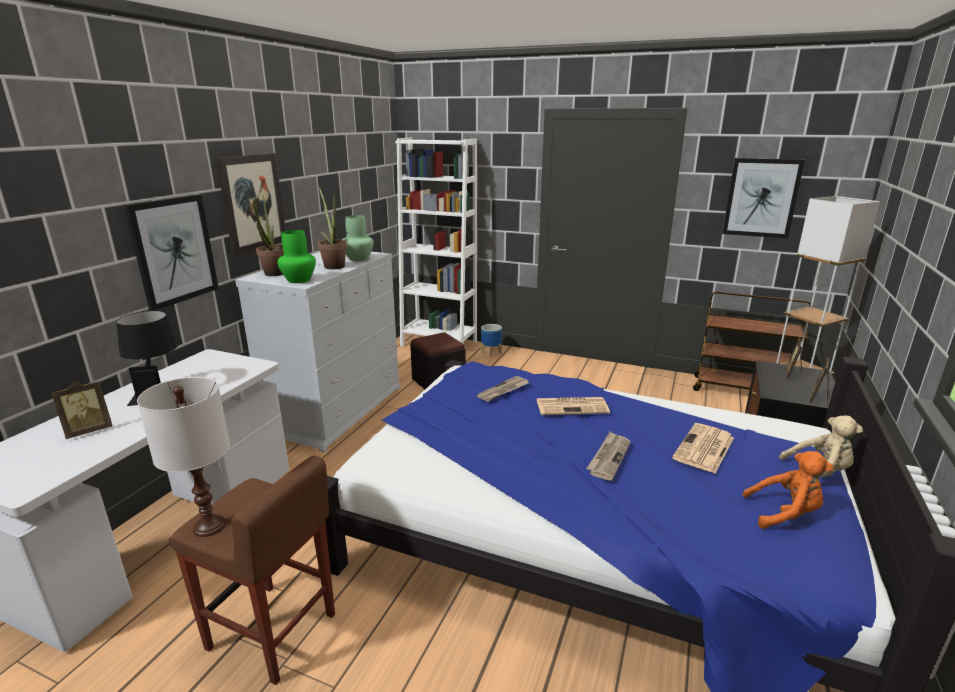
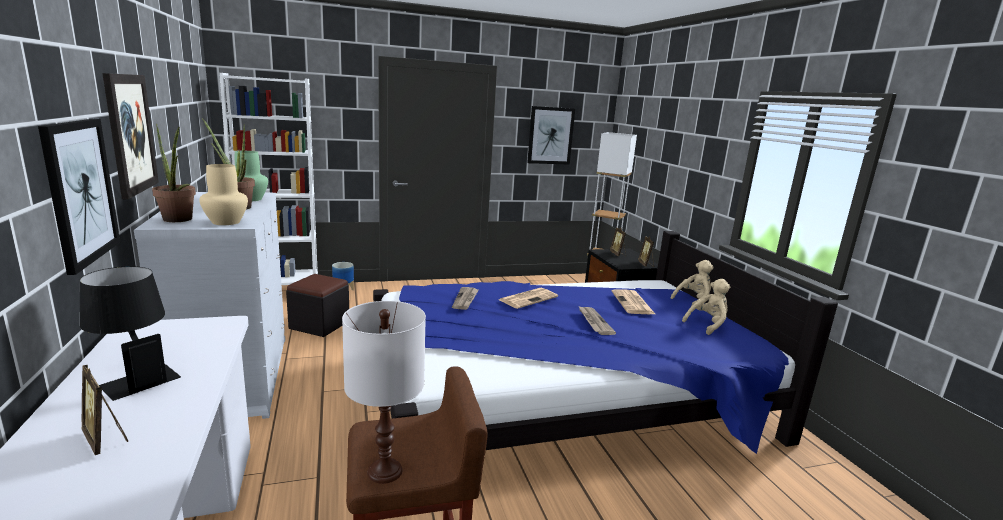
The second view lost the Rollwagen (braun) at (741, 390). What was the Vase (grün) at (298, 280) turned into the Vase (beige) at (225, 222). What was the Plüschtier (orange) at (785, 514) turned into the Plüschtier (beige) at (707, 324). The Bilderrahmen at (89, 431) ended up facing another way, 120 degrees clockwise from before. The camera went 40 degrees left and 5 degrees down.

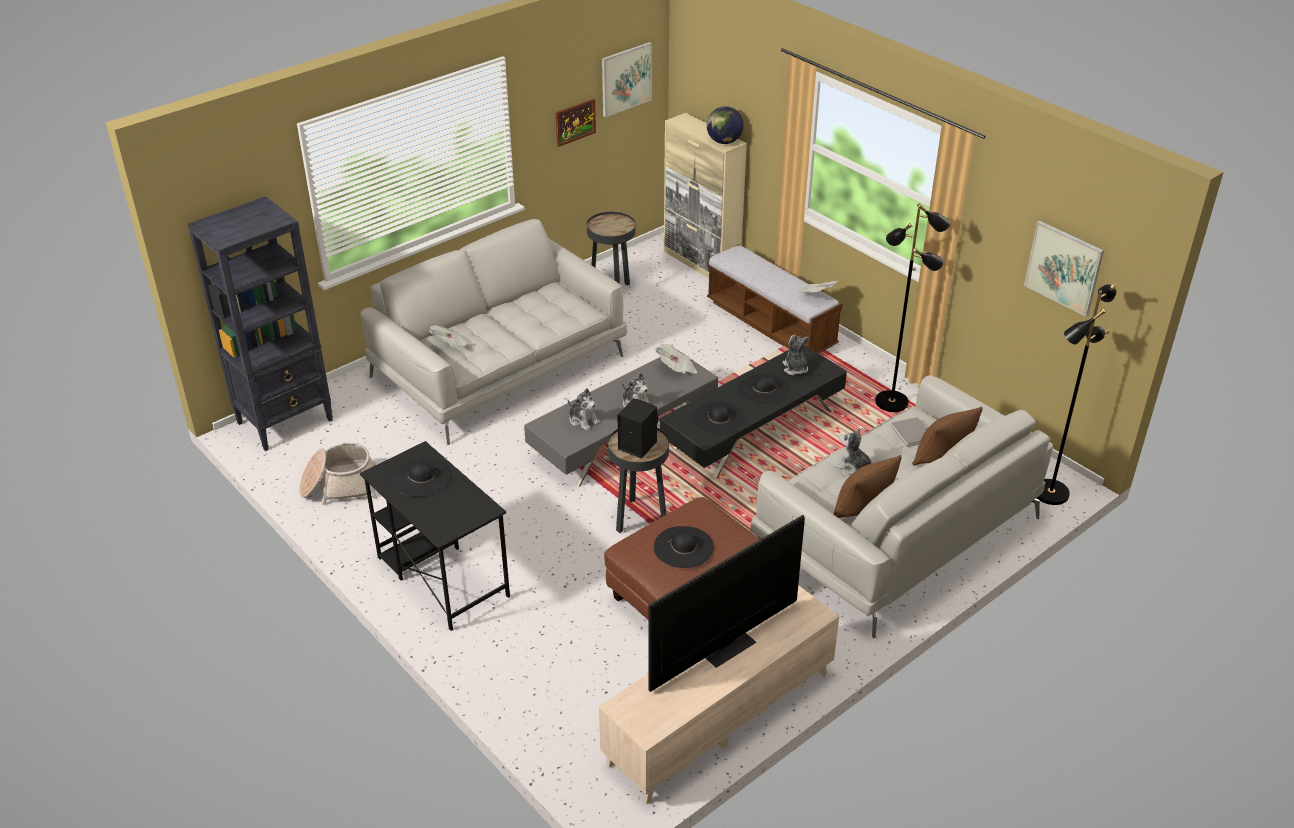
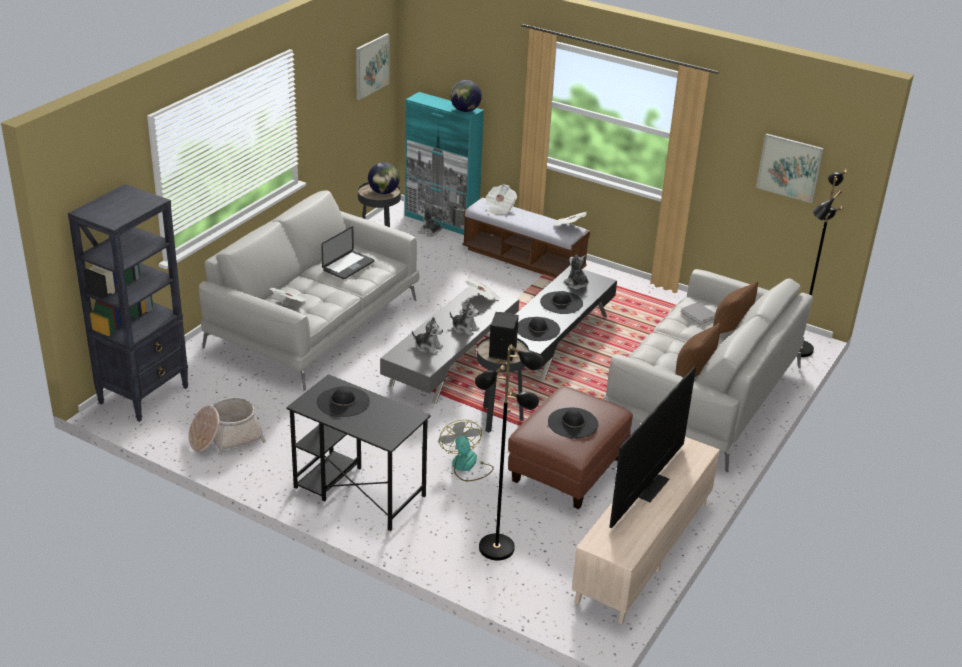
The second view lost the Bild at (575, 122). The second view gained the Laptop at (348, 266). The second view gained the Globus at (383, 192). The second view gained the Ventilator at (466, 466). The second view gained the Zeitung at (499, 208). The Plüschtier ended up elsewhere, having gone from (854, 467) to (429, 232). The Stehlampe (schwarz) ended up elsewhere, having gone from (892, 402) to (497, 547). What was the Schrank (beige) at (701, 263) turned into the Schrank (türkis) at (441, 221). The camera went 20 degrees left and 5 degrees down.

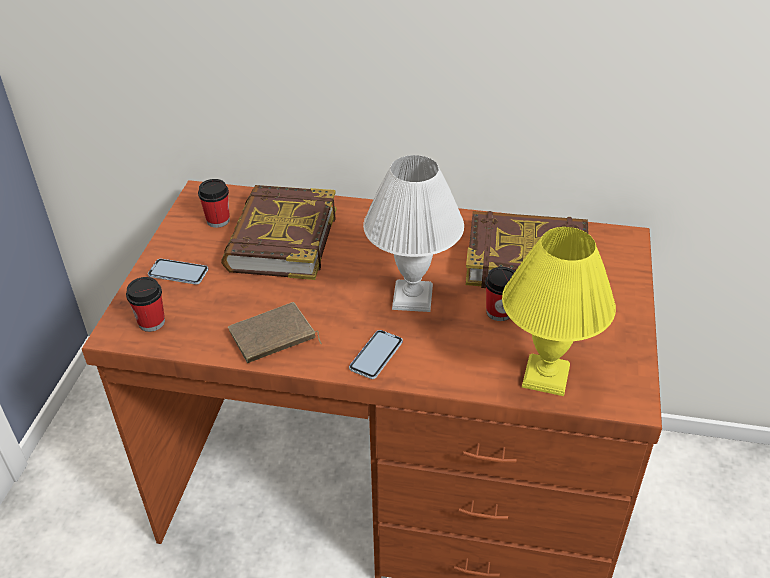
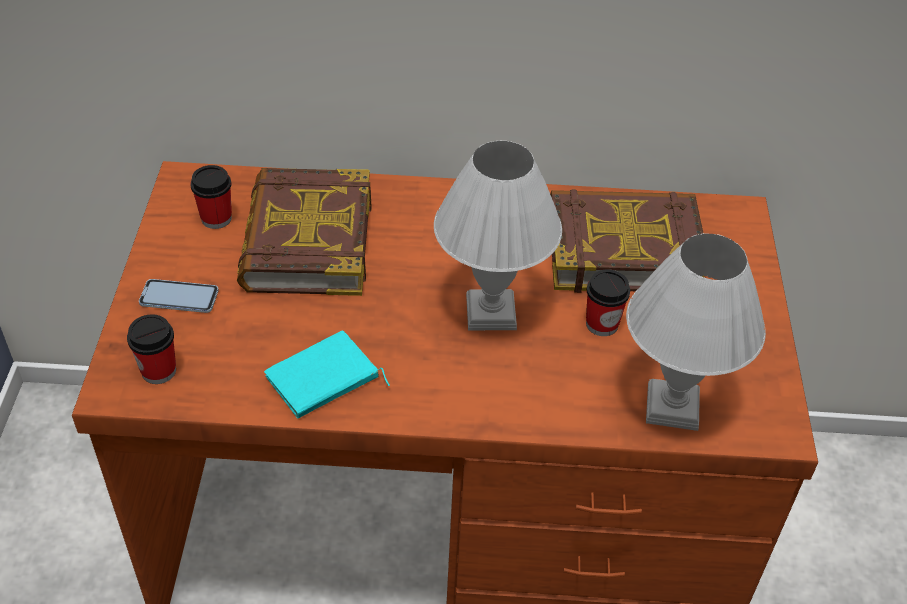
The second view lost the Handy at (376, 355). What was the Buch (braun) at (273, 338) turned into the Buch (türkis) at (323, 381). What was the Tischlampe (gelb) at (547, 376) turned into the Tischlampe (weiß) at (674, 406). The camera went 10 degrees left and 5 degrees up.

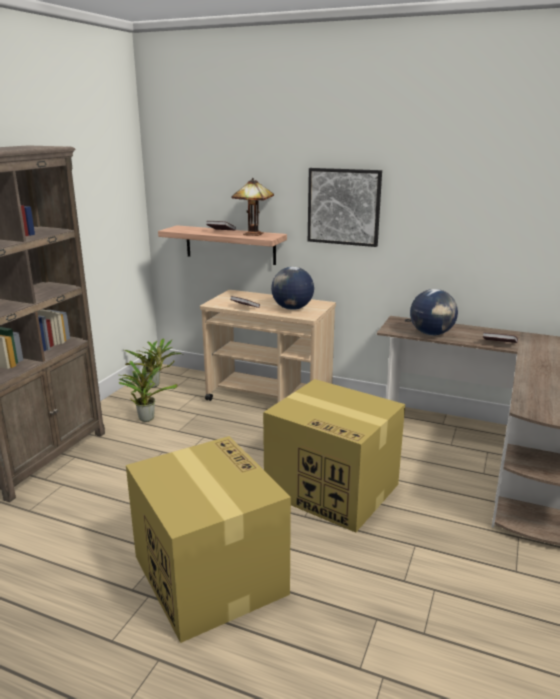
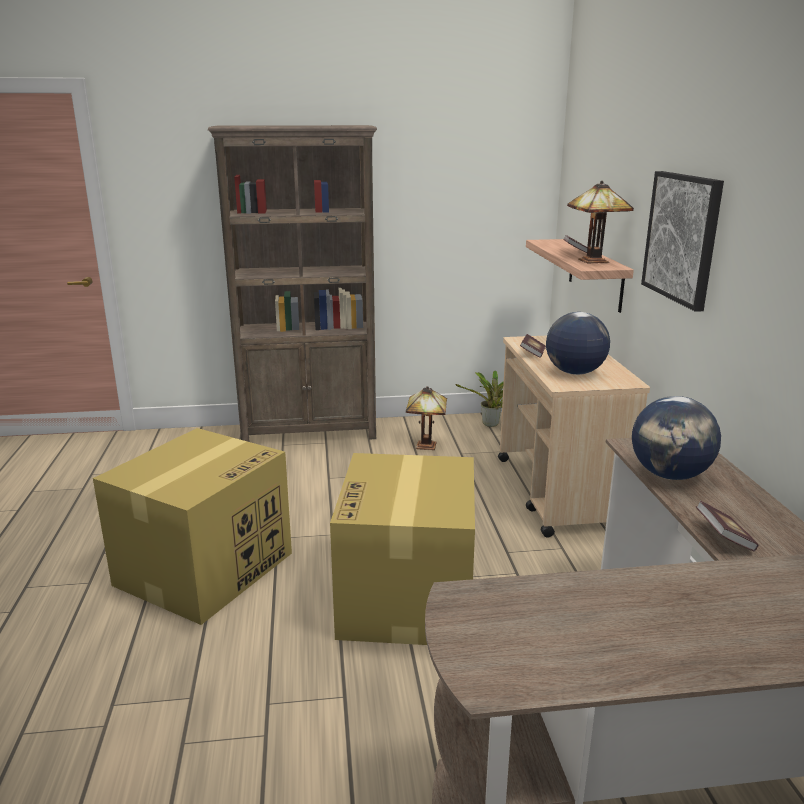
Where the Topfpflanze stood at (146, 418), the Tischlampe came to stand at (425, 445). The camera went 60 degrees right and 0 degrees up.

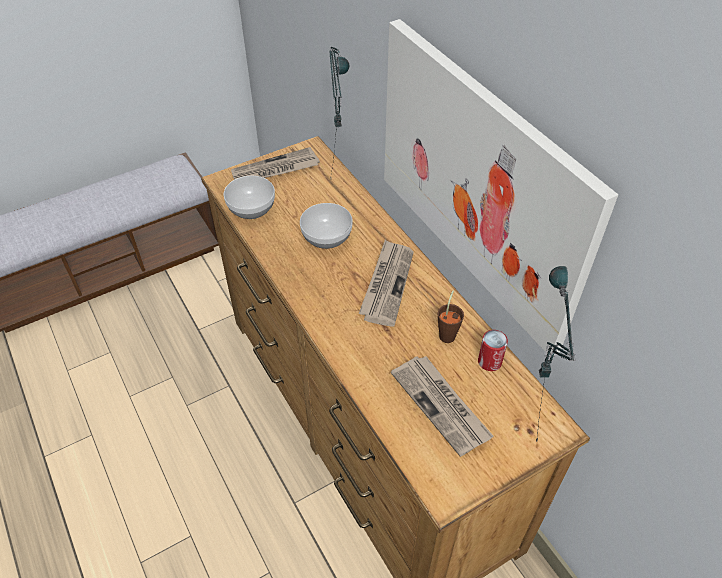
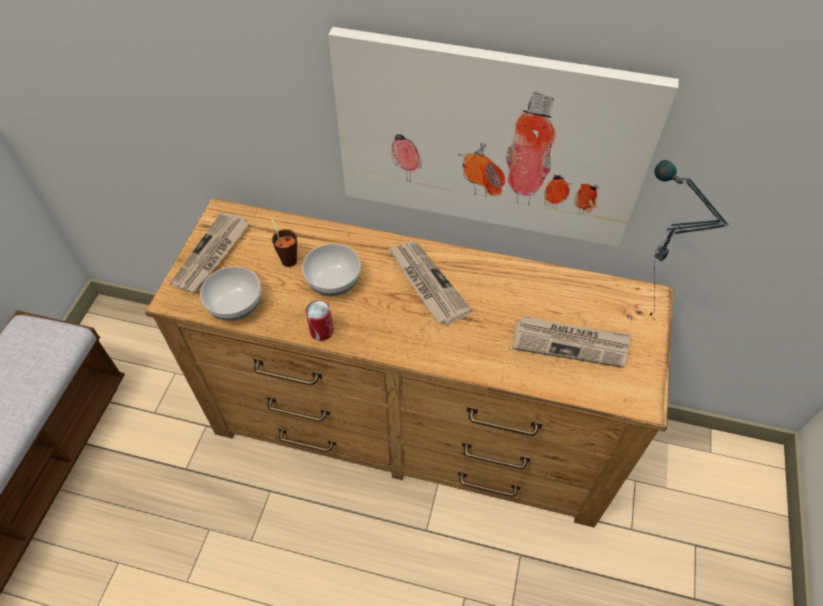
The second view lost the Tischlampe at (339, 184). The Tasse (braun) ended up elsewhere, having gone from (448, 333) to (288, 258). The Dose ended up elsewhere, having gone from (489, 361) to (321, 331). The camera went 45 degrees left and 5 degrees up.

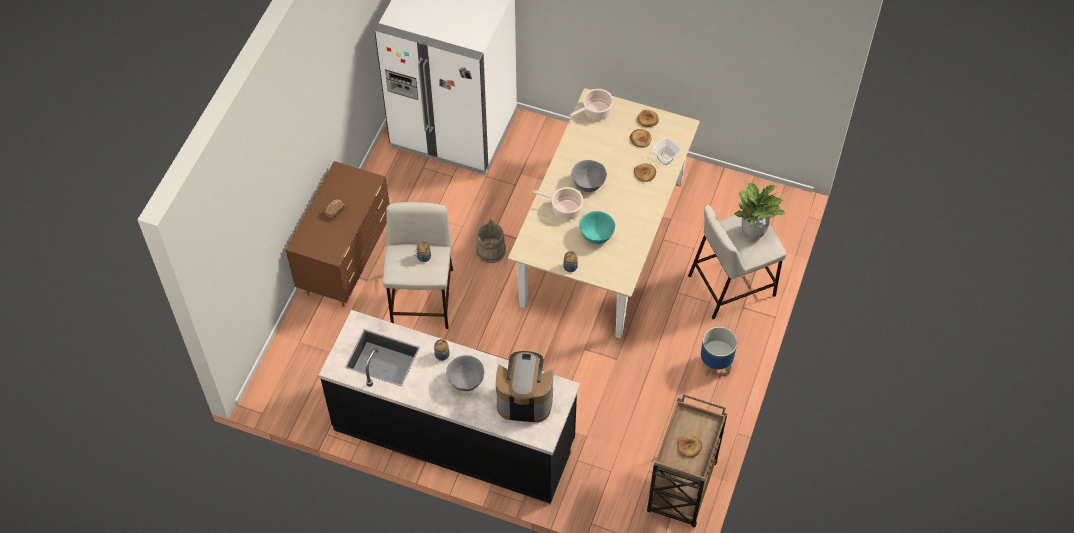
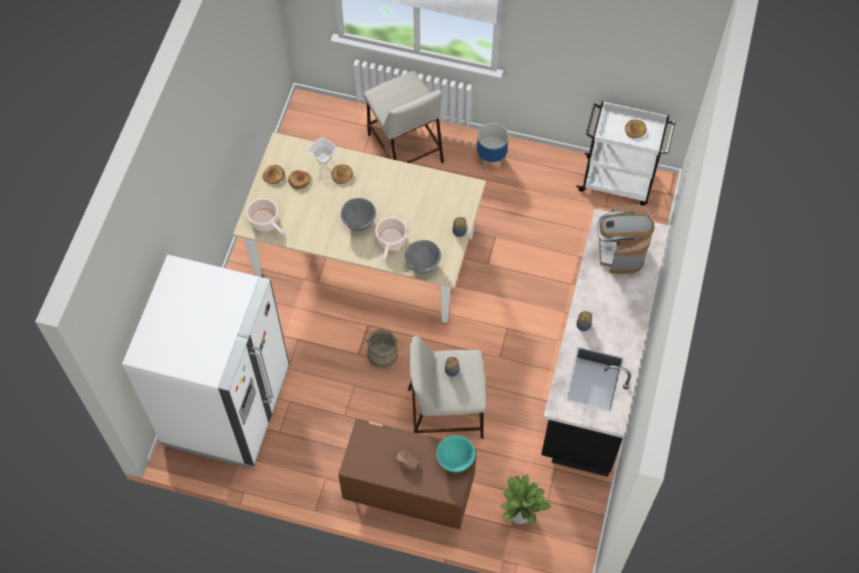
The Schüssel (grau) ended up elsewhere, having gone from (466, 381) to (423, 264). The Schüssel (türkis) ended up elsewhere, having gone from (596, 236) to (455, 460). The Topfpflanze ended up elsewhere, having gone from (753, 232) to (520, 515). What was the Rollwagen (braun) at (681, 489) turned into the Rollwagen (weiß) at (618, 181). The camera went 95 degrees left and 5 degrees up.

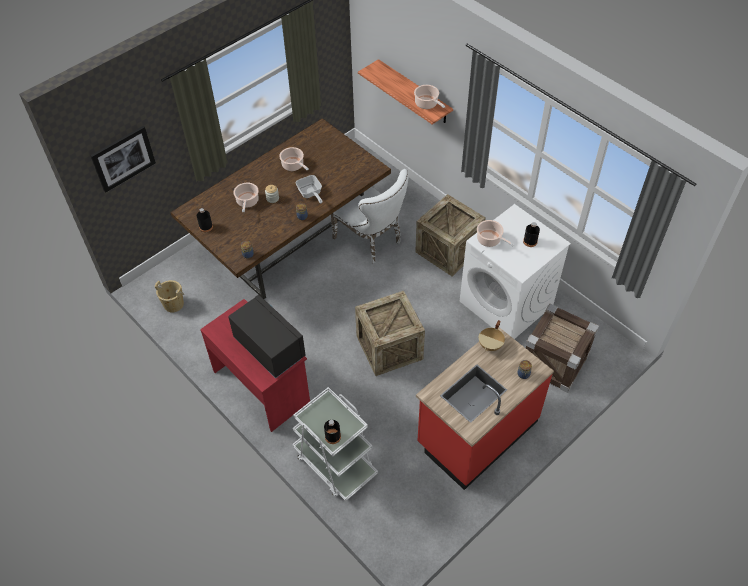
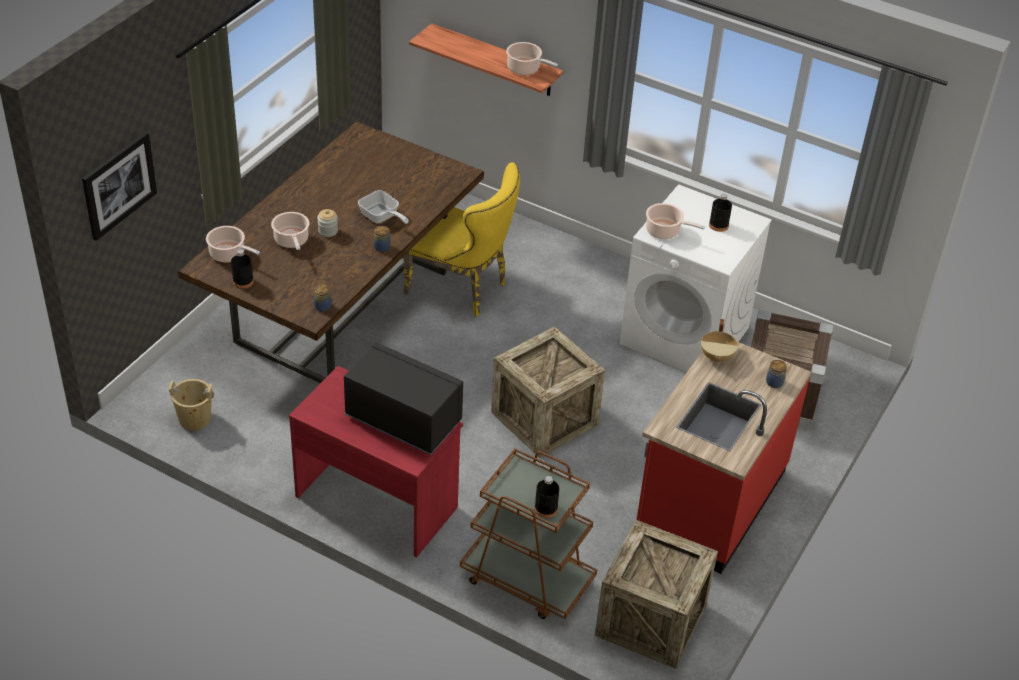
The Kochtopf ended up elsewhere, having gone from (293, 165) to (229, 254). The Kiste ended up elsewhere, having gone from (448, 250) to (651, 620). What was the Rollwagen (weiß) at (335, 463) turned into the Rollwagen (braun) at (526, 579). What was the Stuhl (weiß) at (371, 241) turned into the Stuhl (gelb) at (463, 288). The camera went 20 degrees left and 10 degrees down.

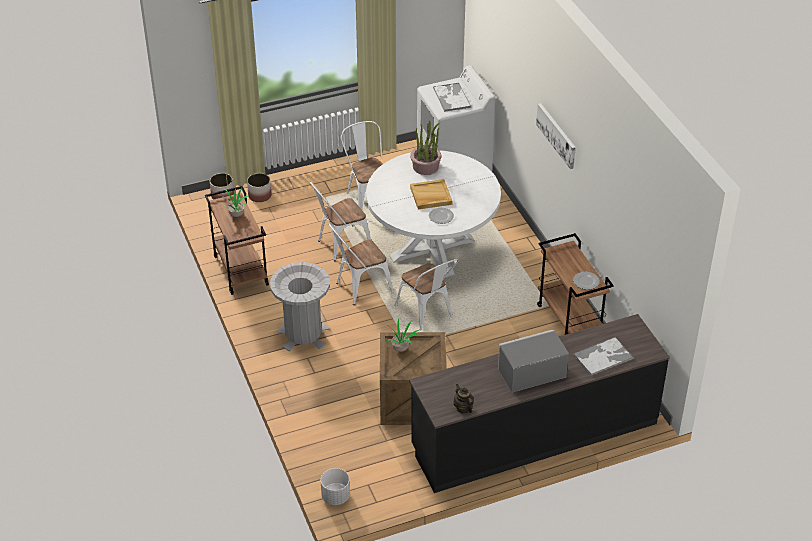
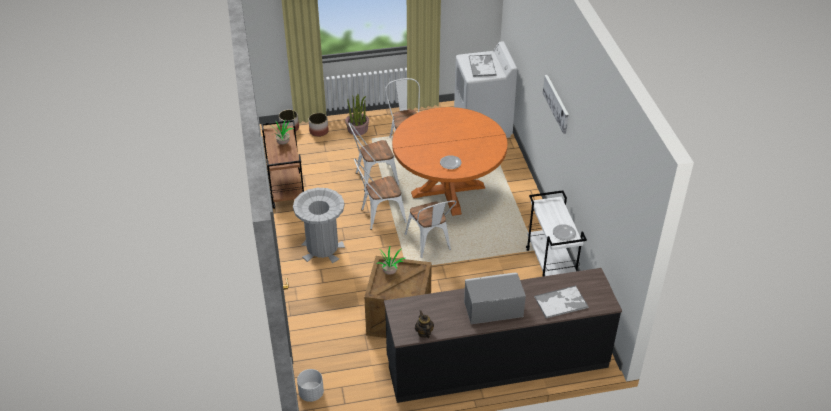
The second view lost the Tablett (beige) at (430, 196). The Topfpflanze ended up elsewhere, having gone from (426, 167) to (357, 129). What was the Esstisch (weiß) at (432, 249) turned into the Esstisch (orange) at (448, 190). What was the Rollwagen (braun) at (570, 321) turned into the Rollwagen (weiß) at (551, 266). The camera went 10 degrees right and 0 degrees up.

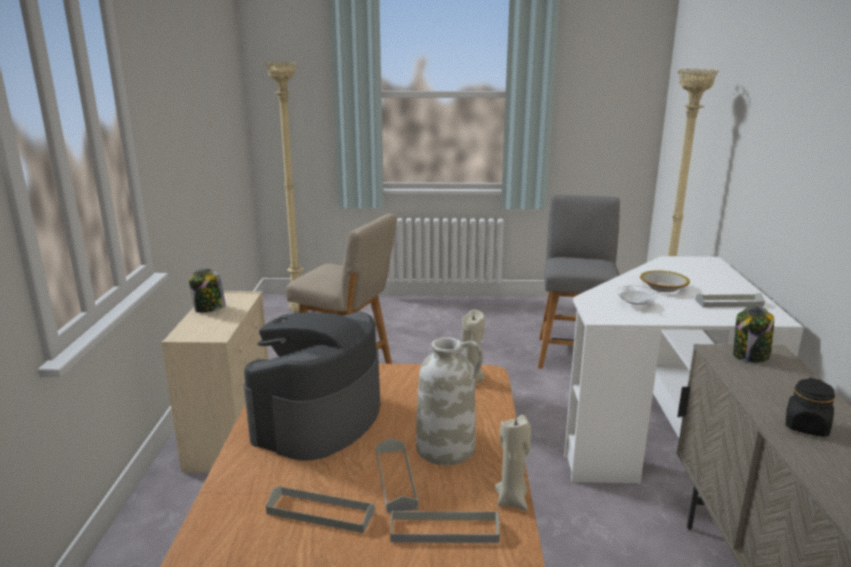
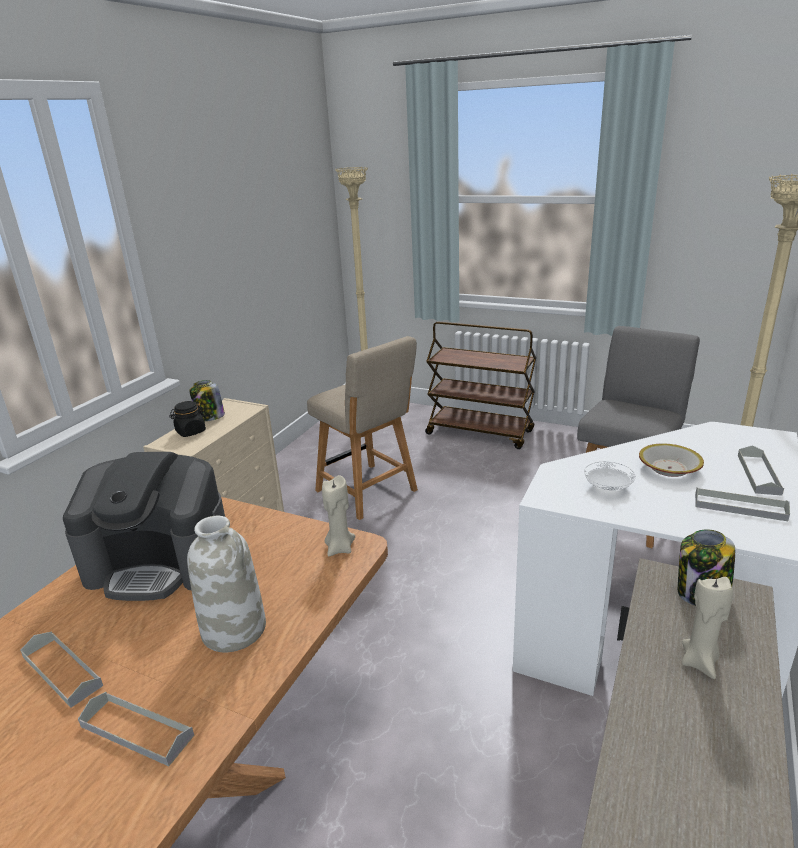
The second view gained the Rollwagen (braun) at (480, 432). The Tablett (grau) ended up elsewhere, having gone from (396, 479) to (758, 474). The Kerze (beige) ended up elsewhere, having gone from (512, 500) to (700, 662). The Vorratsglas (schwarz) ended up elsewhere, having gone from (806, 426) to (190, 432). The Kaffeemaschine at (318, 419) ended up facing another way, 135 degrees counterclockwise from before. The camera went 25 degrees right and 5 degrees up.

